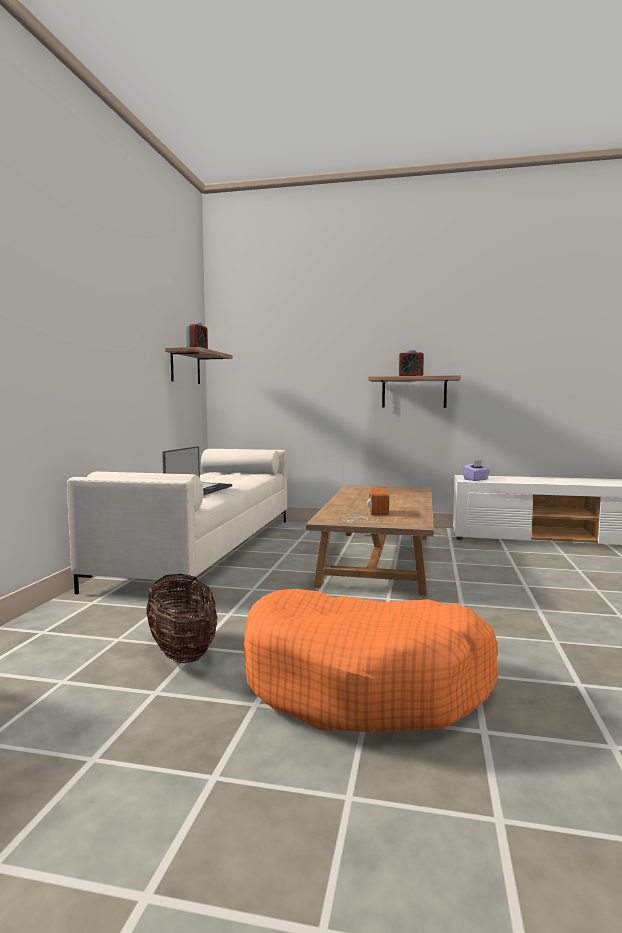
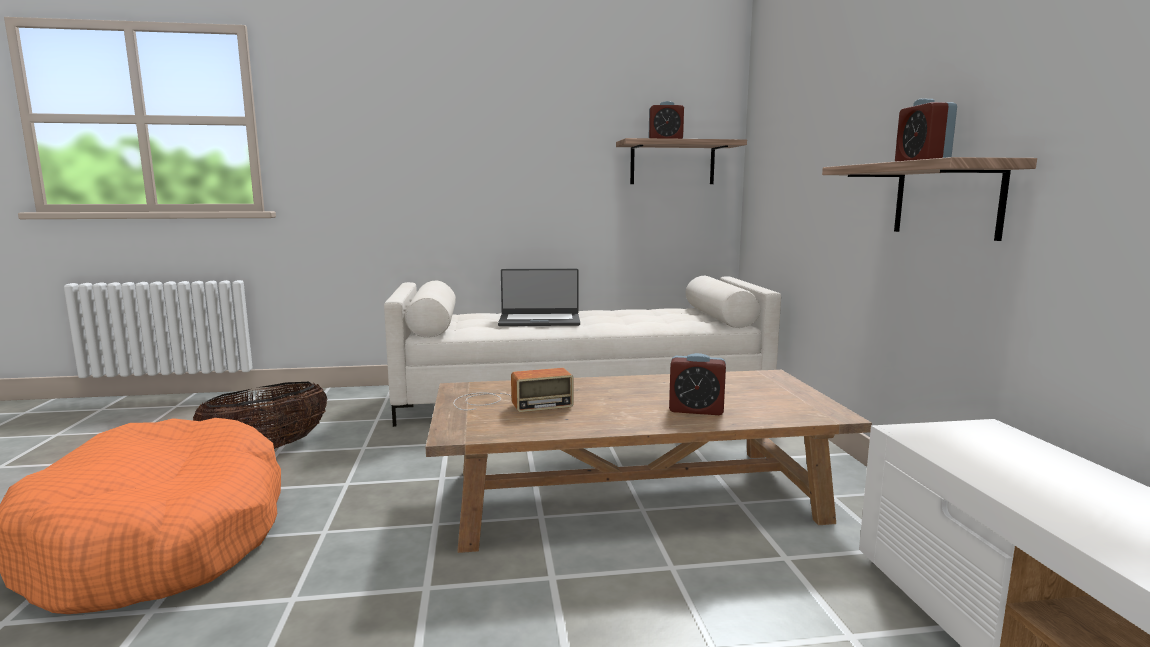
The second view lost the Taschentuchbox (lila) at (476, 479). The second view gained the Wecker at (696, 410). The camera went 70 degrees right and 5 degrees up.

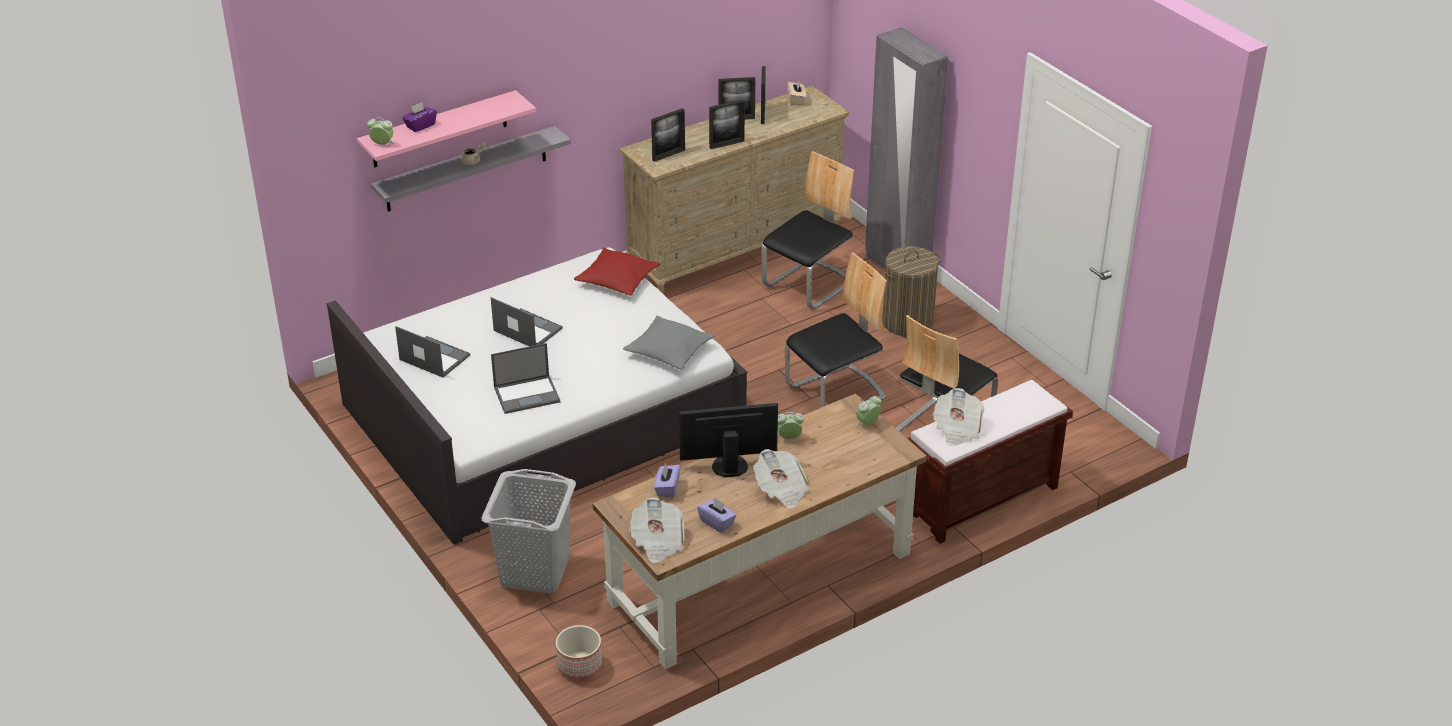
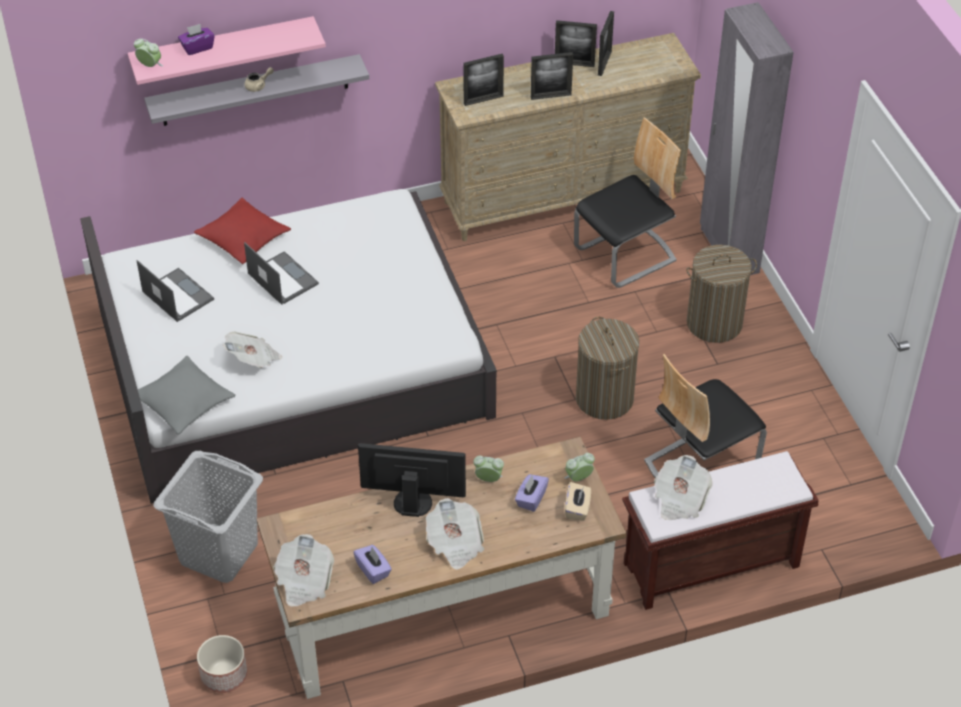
The Kissen (rot) ended up elsewhere, having gone from (617, 279) to (243, 238). The Kissen (grau) ended up elsewhere, having gone from (669, 351) to (184, 402). The Taschentuchbox (lila) ended up elsewhere, having gone from (667, 488) to (531, 499). The Taschentuchbox (beige) ended up elsewhere, having gone from (796, 100) to (577, 509). Where the Laptop stood at (527, 394), the Zeitung came to stand at (254, 359). Where the Stuhl stood at (836, 393), the Wäschekorb came to stand at (604, 398). The camera went 15 degrees right and 10 degrees up.

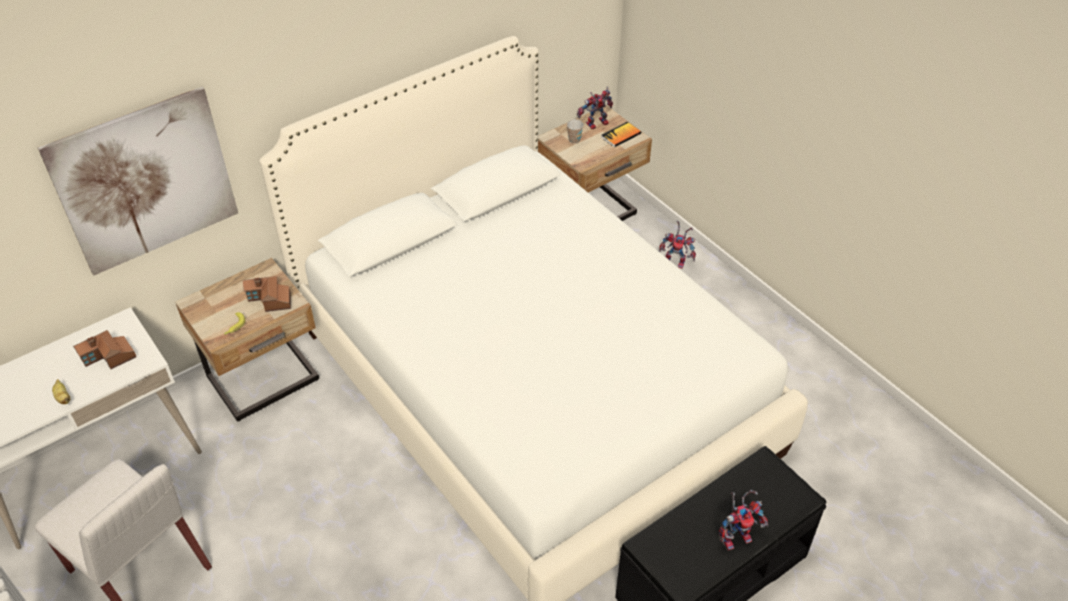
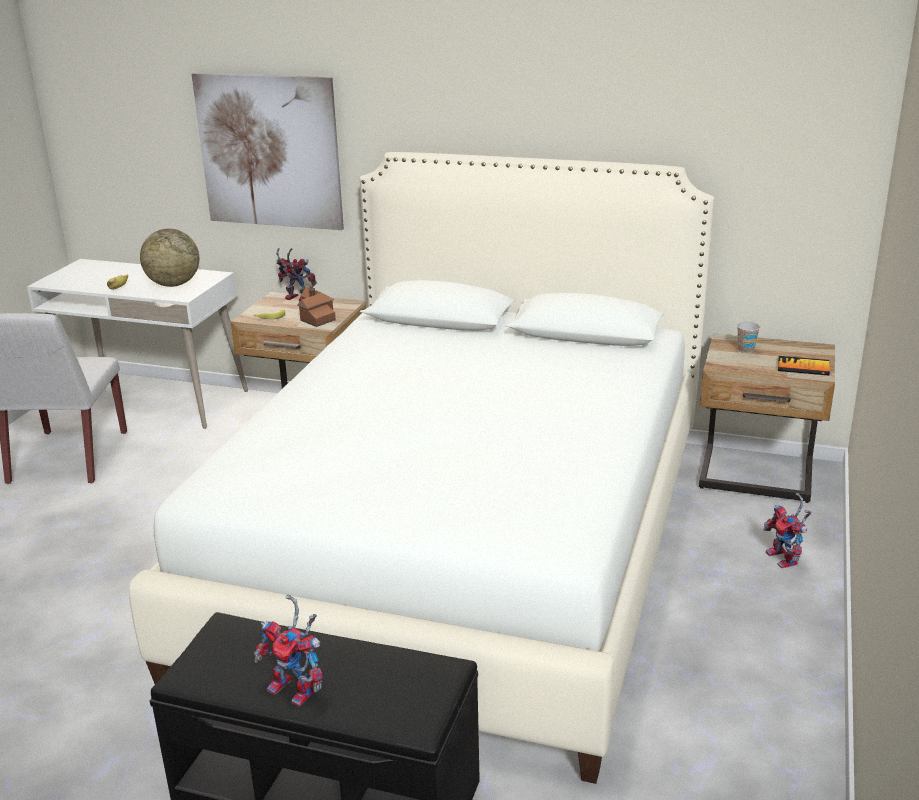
The Spielzeugroboter ended up elsewhere, having gone from (596, 125) to (295, 299). Where the Spielzeughaus stood at (108, 357), the Globus came to stand at (173, 284). The camera went 55 degrees right and 20 degrees down.

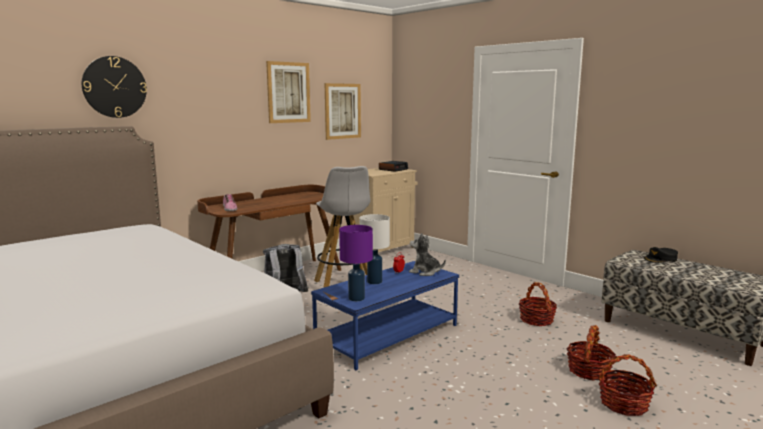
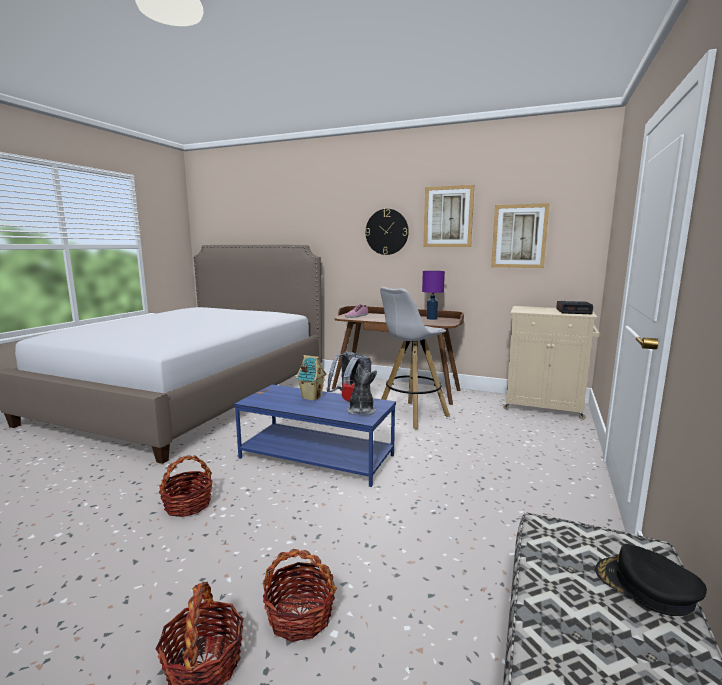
The Wanduhr ended up elsewhere, having gone from (114, 87) to (387, 232). The Tischlampe (lila) ended up elsewhere, having gone from (356, 298) to (431, 319). The Korb ended up elsewhere, having gone from (536, 320) to (188, 505). Where the Tischlampe (weiß) stood at (374, 281), the Spielzeughaus came to stand at (311, 397). The camera went 65 degrees right and 0 degrees up.

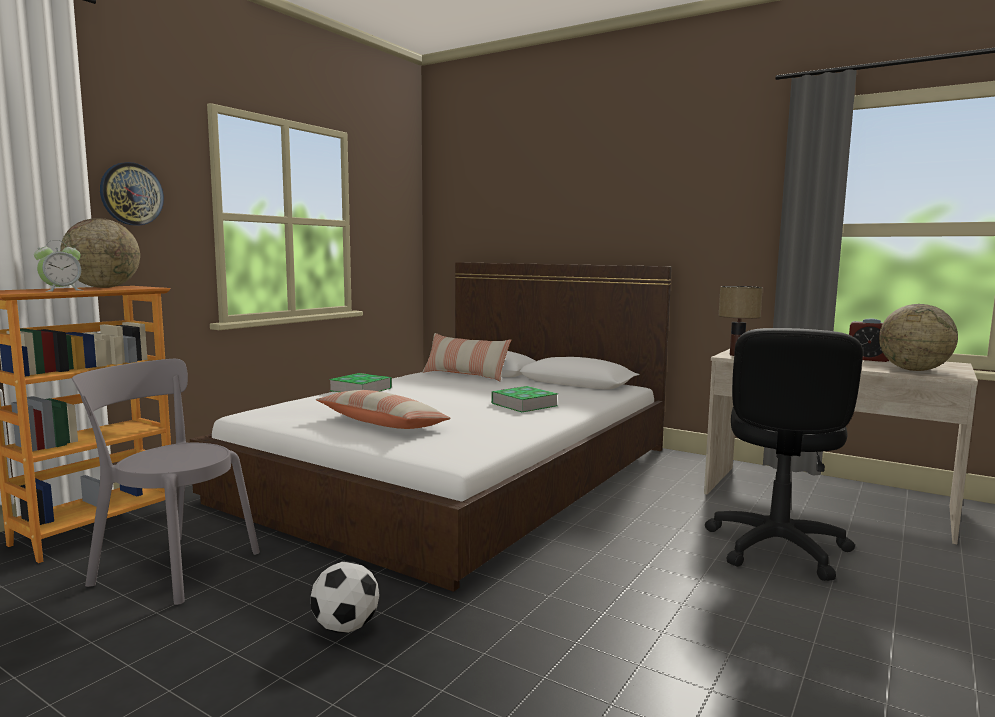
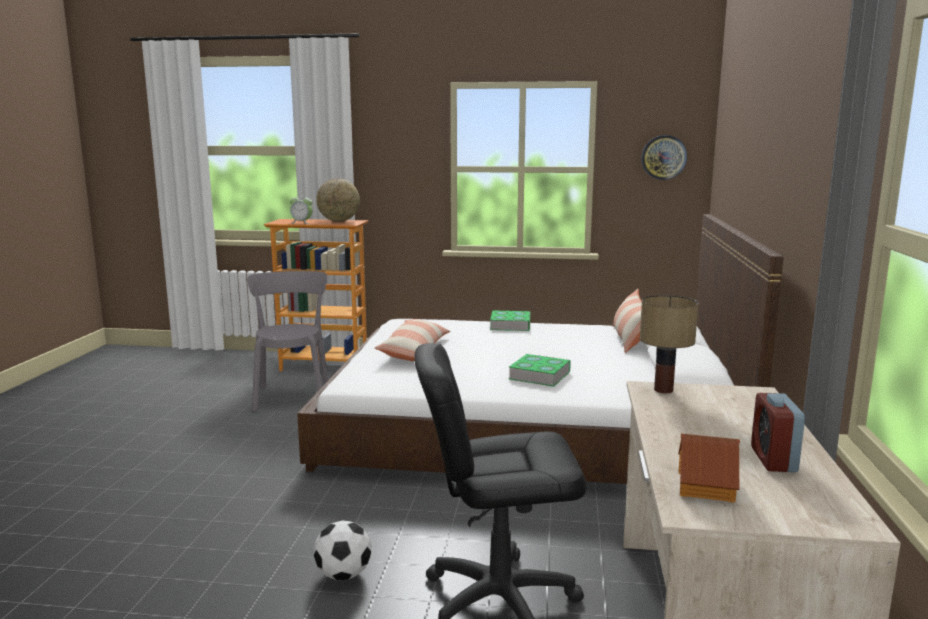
The Wanduhr ended up elsewhere, having gone from (131, 194) to (663, 157). The Fußball ended up elsewhere, having gone from (345, 627) to (343, 575). Where the Globus stood at (913, 370), the Spielzeughaus came to stand at (704, 486). The camera went 65 degrees right and 5 degrees up.

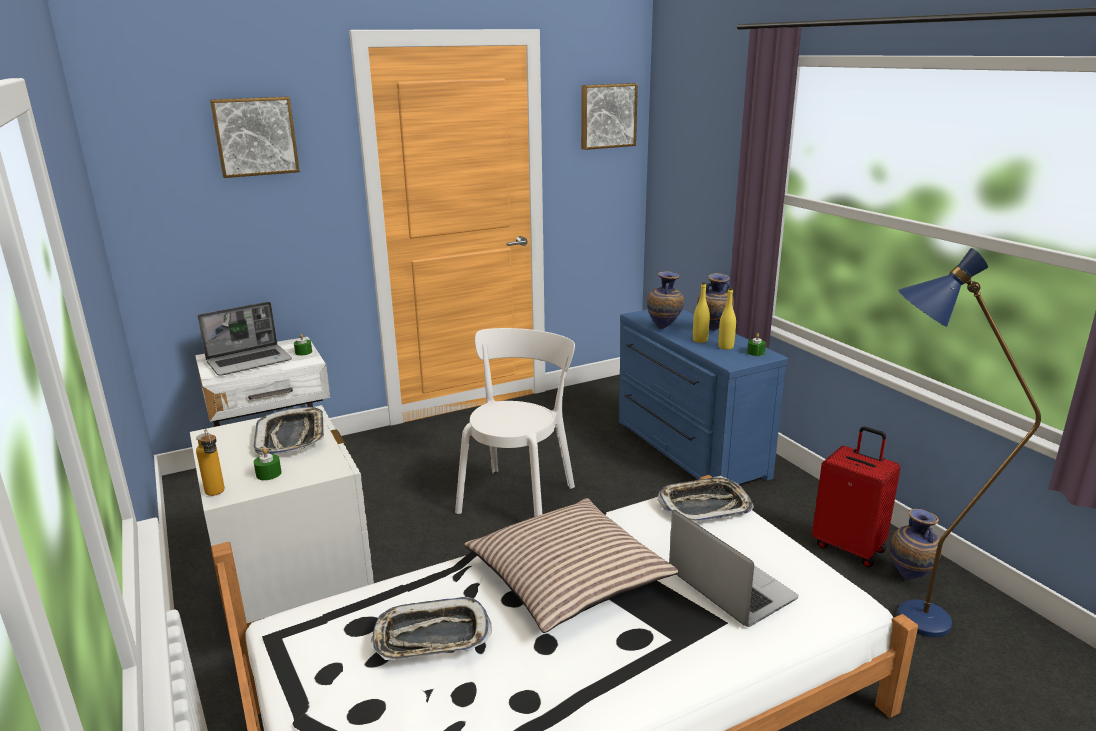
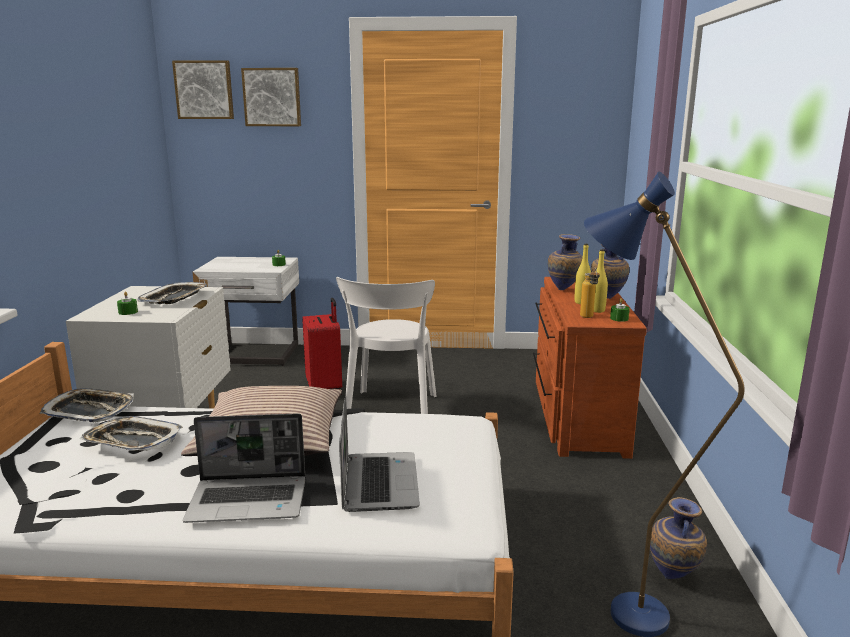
The Flasche ended up elsewhere, having gone from (217, 495) to (588, 318). The Laptop ended up elsewhere, having gone from (250, 361) to (249, 500). The Bild ended up elsewhere, having gone from (607, 116) to (204, 90). The Tablett ended up elsewhere, having gone from (704, 505) to (90, 411). The Koffer (rot) ended up elsewhere, having gone from (849, 547) to (325, 389). What was the Kommode (blau) at (686, 449) turned into the Kommode (braun) at (575, 415). The Stuhl (weiß) at (518, 495) ended up facing another way, 135 degrees clockwise from before. The camera went 30 degrees right and 5 degrees down.

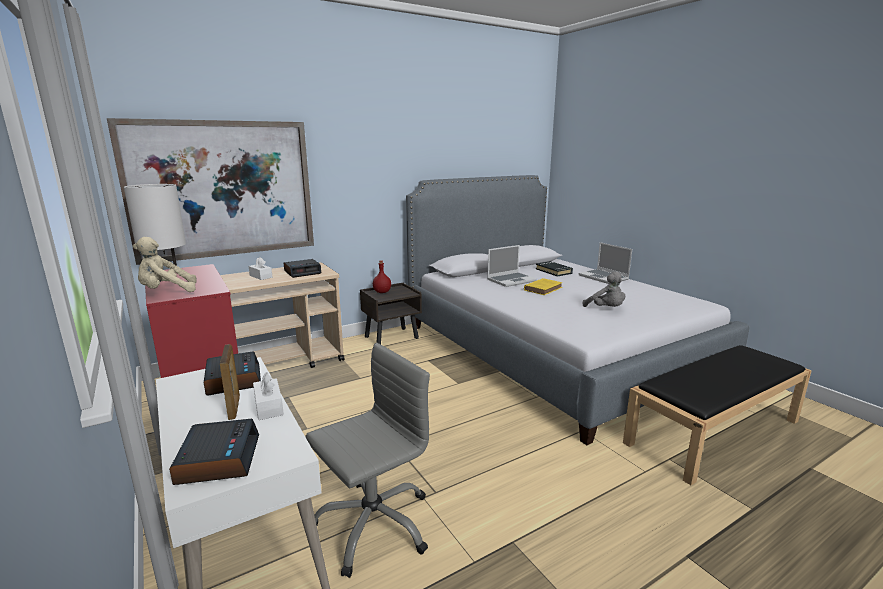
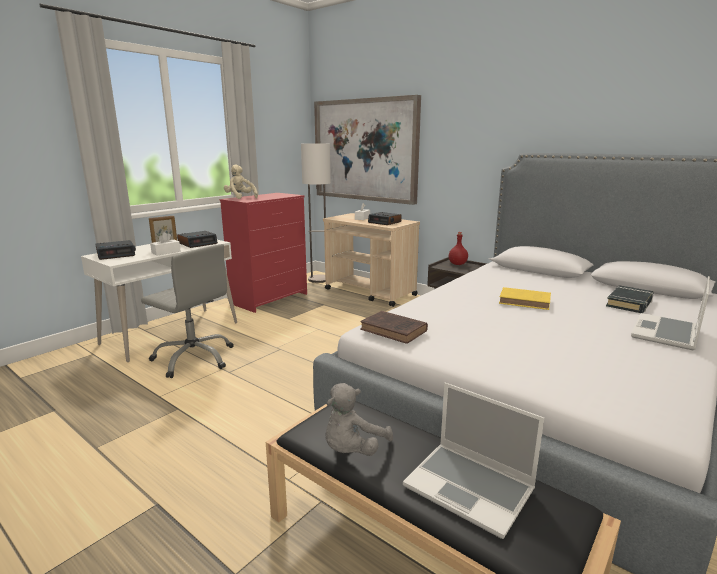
The second view gained the Buch (braun) at (395, 331). The Laptop ended up elsewhere, having gone from (511, 280) to (470, 488). The Plüschtier (grau) ended up elsewhere, having gone from (606, 309) to (353, 450). The camera went 70 degrees right and 0 degrees up.

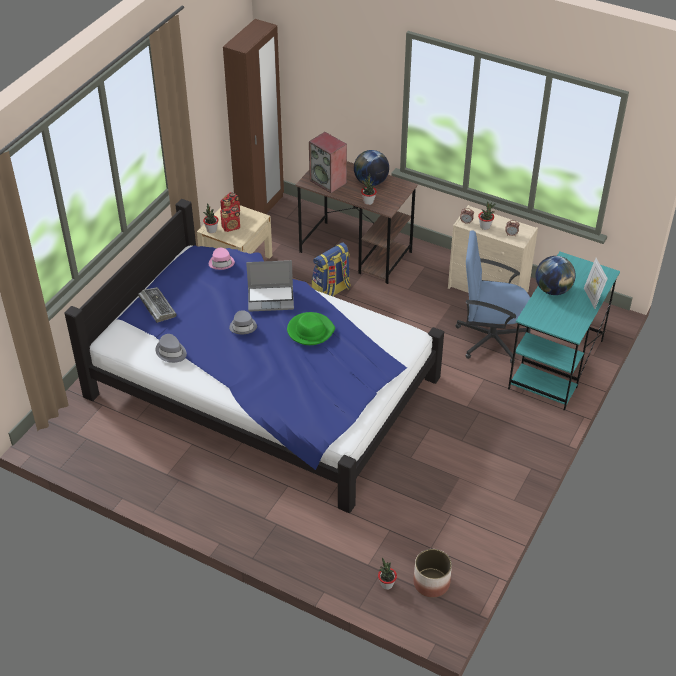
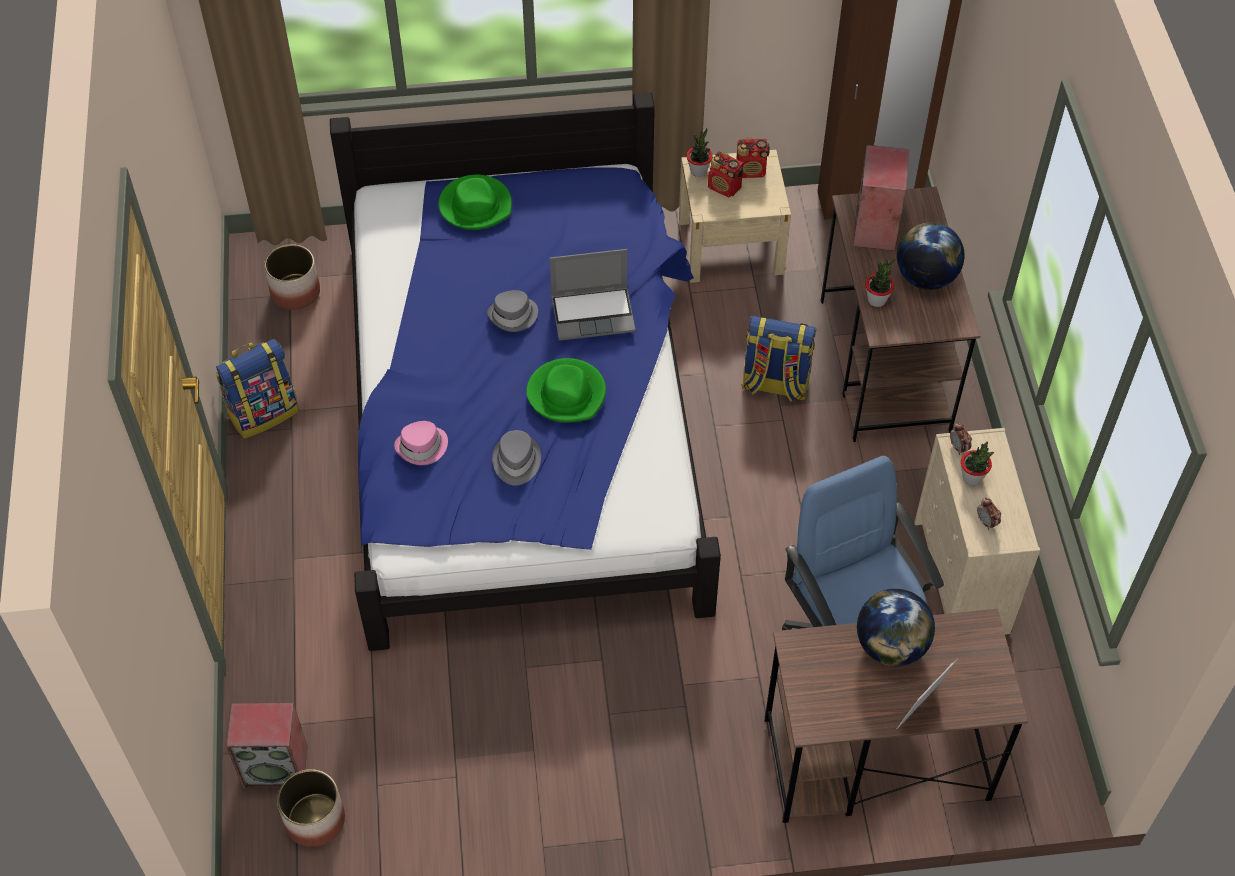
The second view gained the Rucksack at (263, 412). The second view gained the Pflanzkübel at (296, 292). The Hut (grau) ended up elsewhere, having gone from (171, 352) to (516, 461). The Hut (rosa) ended up elsewhere, having gone from (221, 263) to (422, 447). Where the Tastatur stood at (157, 307), the Hut (grün) came to stand at (475, 205). Where the Topfpflanze stood at (386, 584), the Lautsprecher came to stand at (276, 766). What was the Schreibtisch (türkis) at (556, 365) turned into the Schreibtisch (braun) at (874, 760). The Laptop at (271, 298) ended up facing another way, 60 degrees counterclockwise from before. The camera went 55 degrees right and 10 degrees up.

